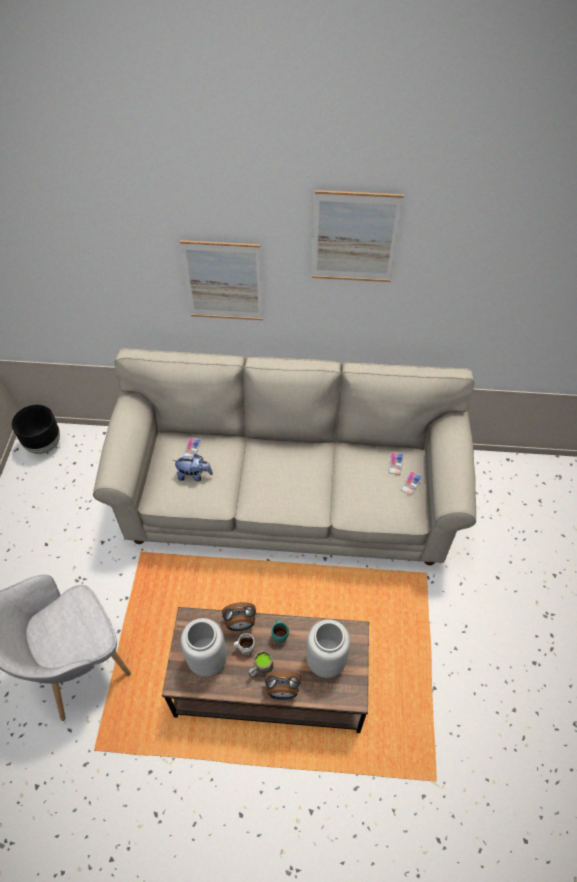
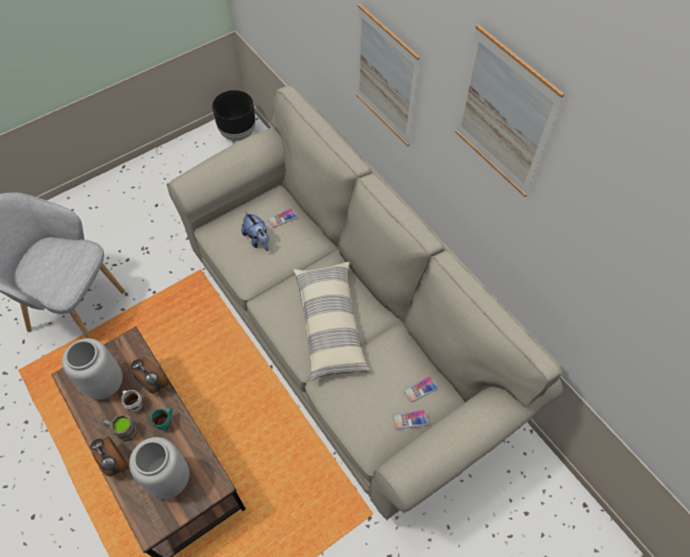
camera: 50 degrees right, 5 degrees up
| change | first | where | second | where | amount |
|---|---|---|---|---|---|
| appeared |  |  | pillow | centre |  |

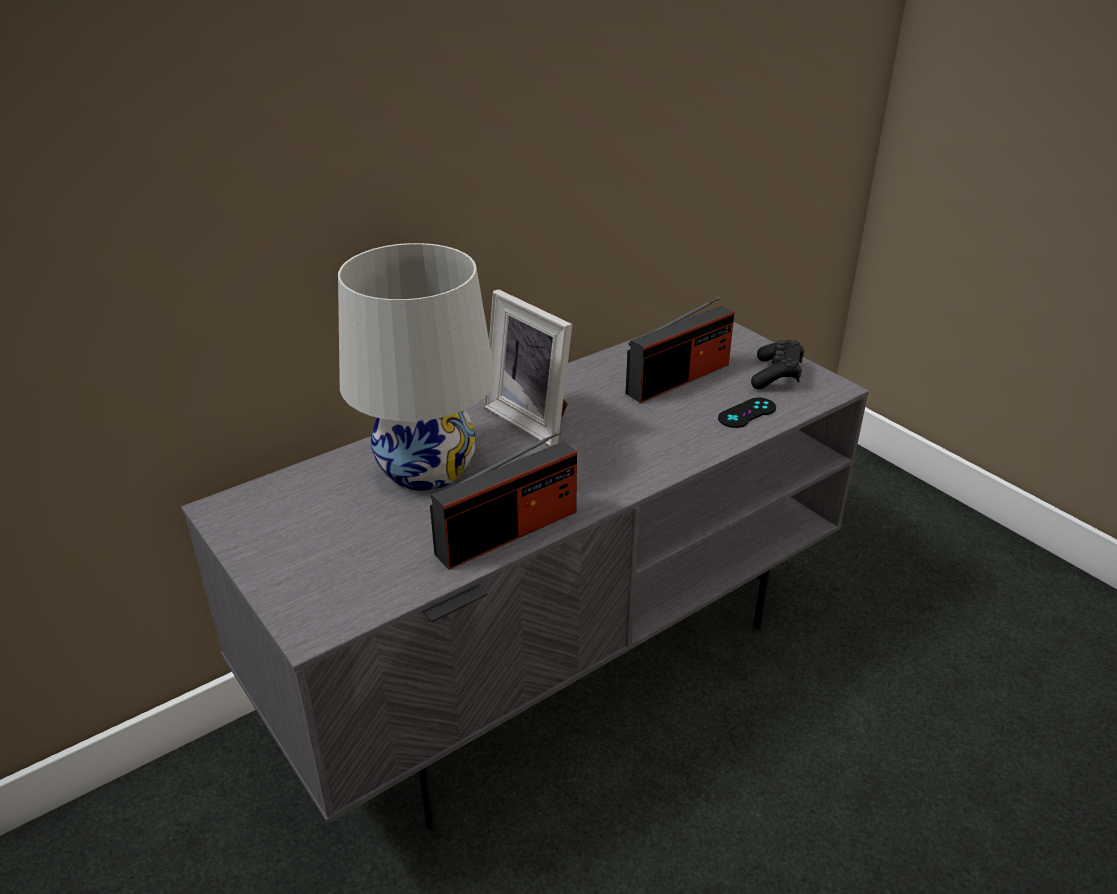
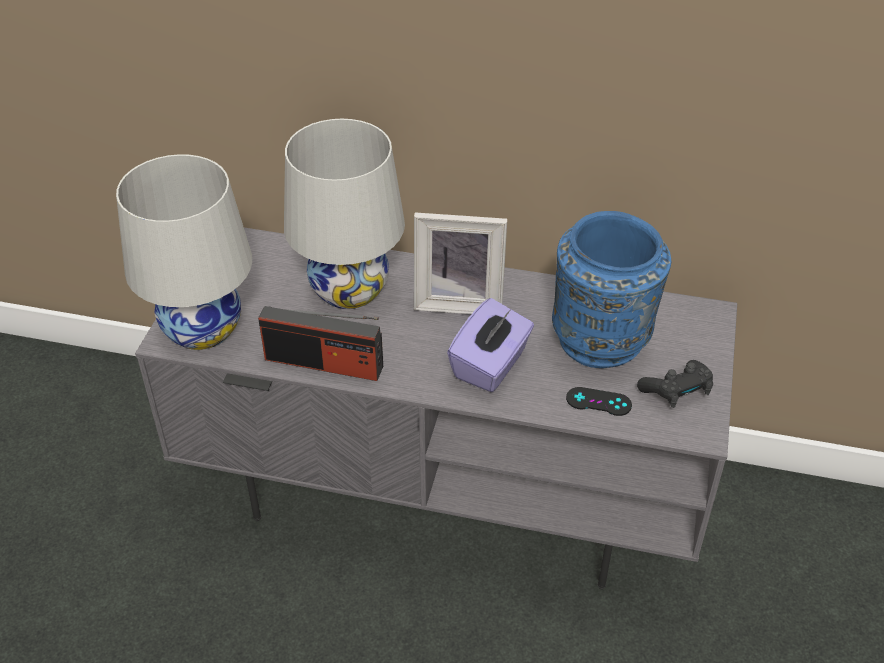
camera: 50 degrees right, 10 degrees up
| change | first | where | second | where | amount |
|---|---|---|---|---|---|
| spun | picture frame | centre |  | centre | 90 degrees counterclockwise |
| exchanged | radio (no. 2 from left) | centre | vase (blue) | middle right |  |
| appeared |  |  | table lamp (white) (no. 1 from left) | middle left |  |
| appeared |  |  | tissue box (purple) | centre |  |

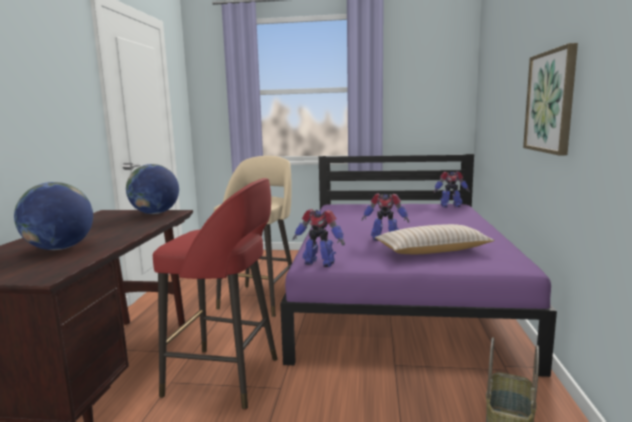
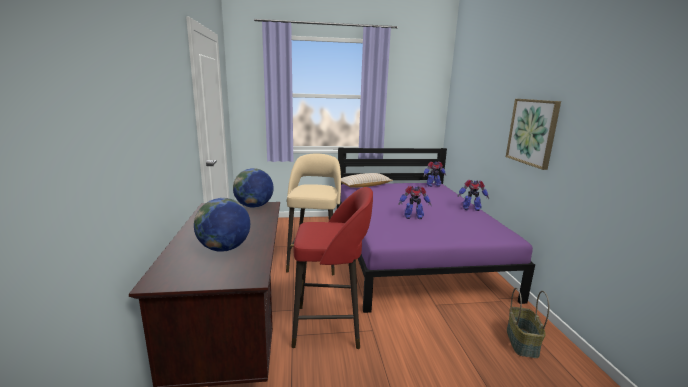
camera: 15 degrees left, 5 degrees up
| change | first | where | second | where | amount |
|---|---|---|---|---|---|
| relocated | toy robot (no. 1 from left in the first image) | centre | toy robot (no. 3 from left) | middle right |  |
| relocated | pillow (beige) | middle right |  | centre |  |

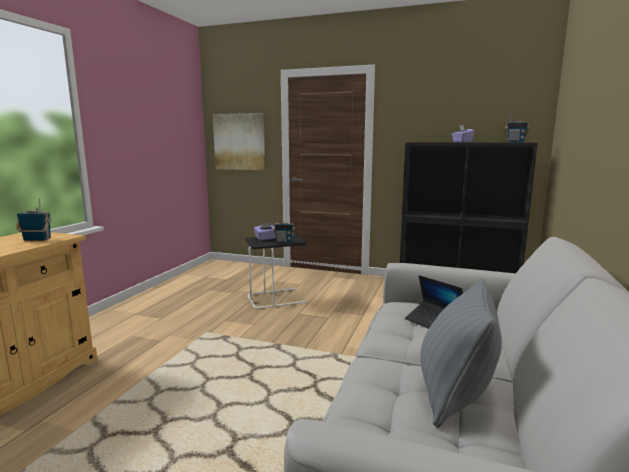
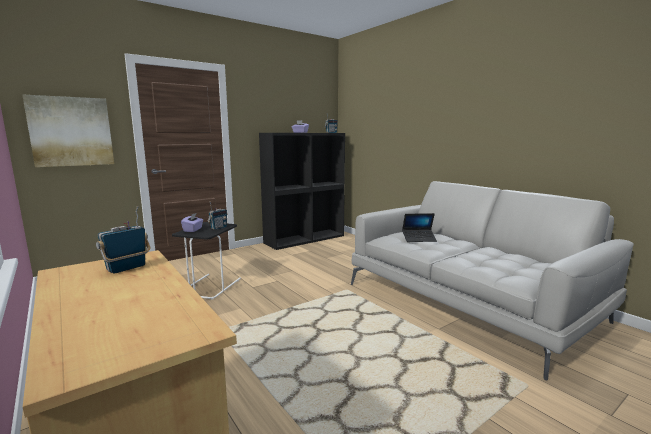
camera: 55 degrees left, 0 degrees up
| change | first | where | second | where | amount |
|---|---|---|---|---|---|
| missing | pillow (grey) | bottom right |  |  |  |

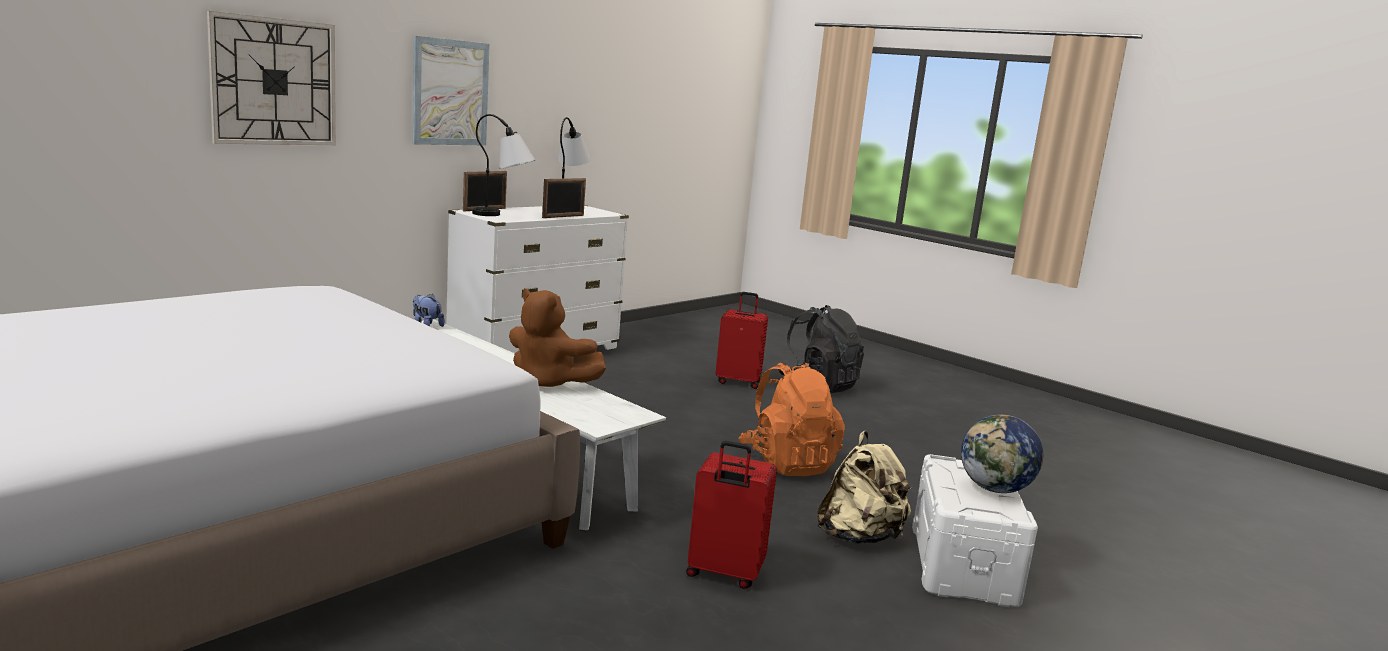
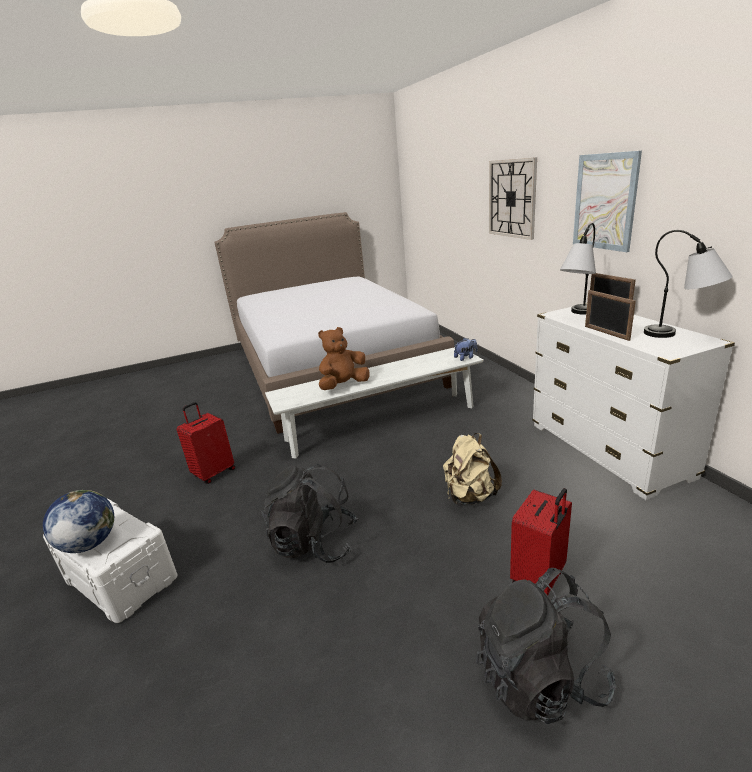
camera: 120 degrees right, 10 degrees up
| change | first | where | second | where | amount |
|---|---|---|---|---|---|
| colour | backpack (orange) | centre | backpack (black) (no. 1 from left) | centre |  |
| relocated | backpack (beige) | bottom centre |  | centre |  |

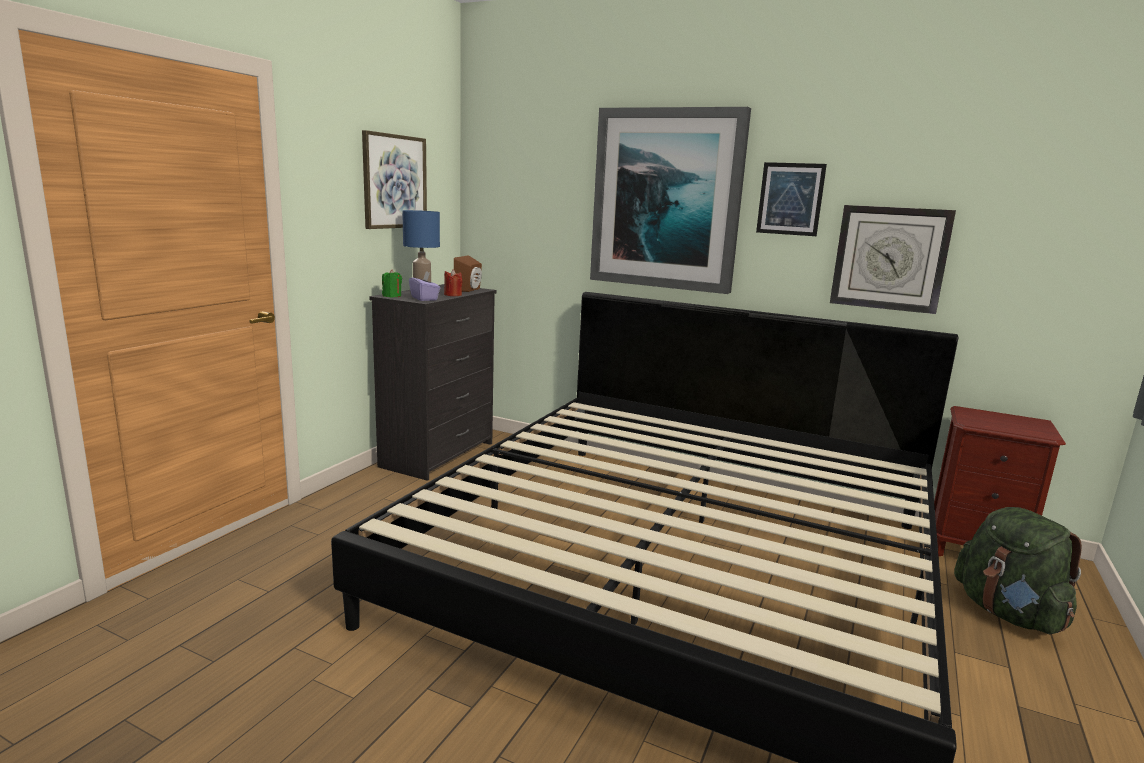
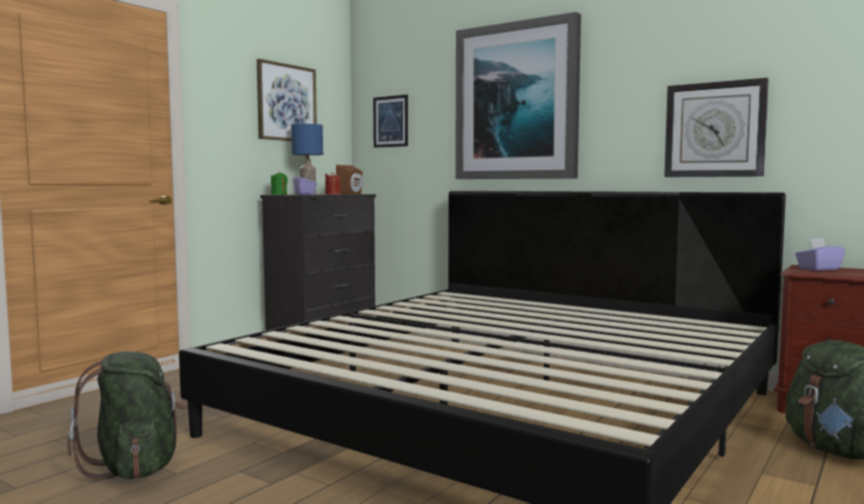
camera: 10 degrees right, 10 degrees down
| change | first | where | second | where | amount |
|---|---|---|---|---|---|
| relocated | picture (no. 3 from left in the first image) | top right | picture (no. 2 from left) | top centre |  |
| appeared |  |  | backpack (green) (no. 1 from left) | bottom left |  |
| appeared |  |  | tissue box (purple) (no. 2 from left) | middle right |  |

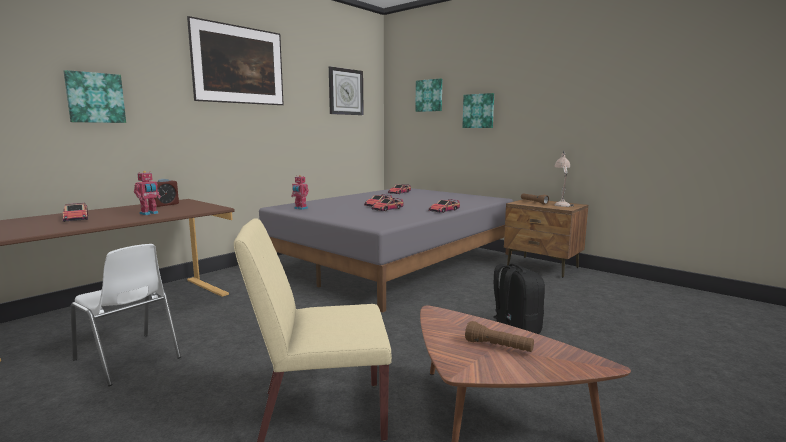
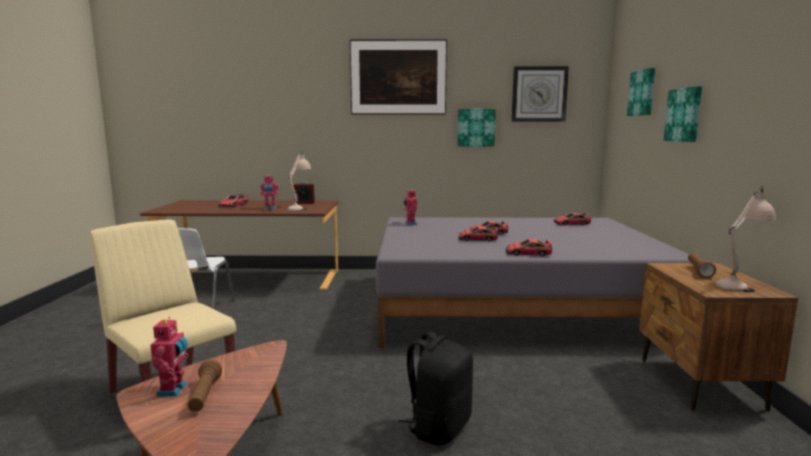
camera: 50 degrees right, 0 degrees up
| change | first | where | second | where | amount |
|---|---|---|---|---|---|
| relocated | picture (no. 1 from left in the first image) | top left | picture (no. 2 from left) | top centre |  |
| appeared |  |  | toy robot (no. 1 from left) | bottom left |  |
| appeared |  |  | table lamp (beige) (no. 1 from left) | centre |  |

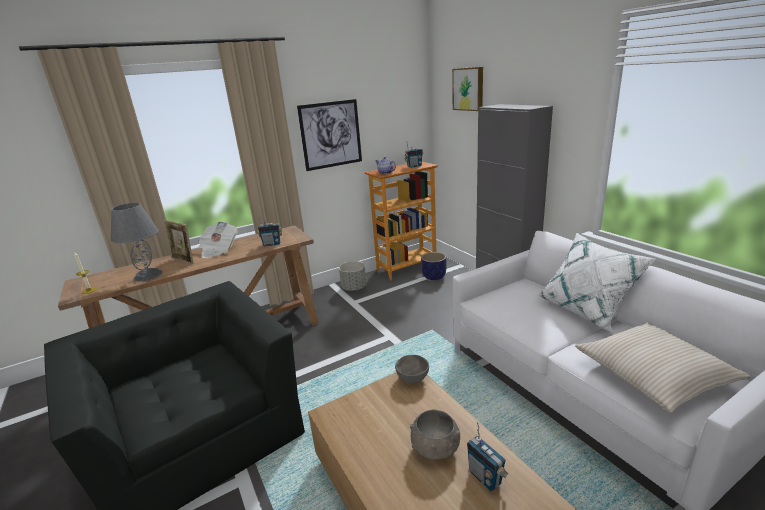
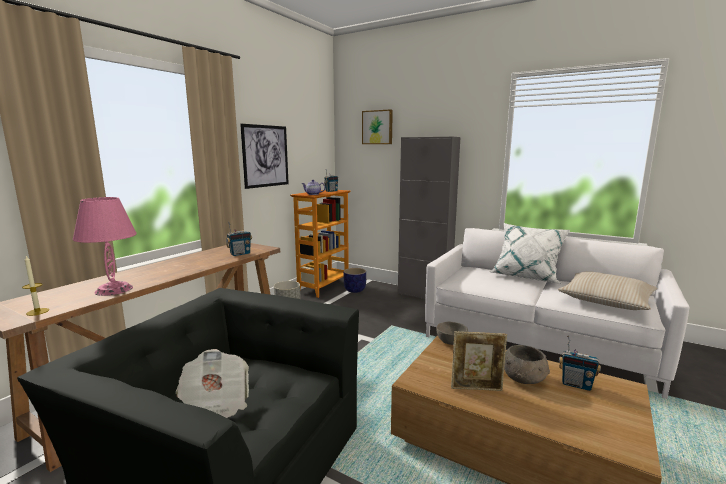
camera: 30 degrees left, 10 degrees down
| change | first | where | second | where | amount |
|---|---|---|---|---|---|
| colour | table lamp (grey) | middle left | table lamp (pink) | middle left |  |
| relocated | picture frame | middle left |  | bottom centre |  |
| relocated | newspaper | middle left |  | bottom left |  |

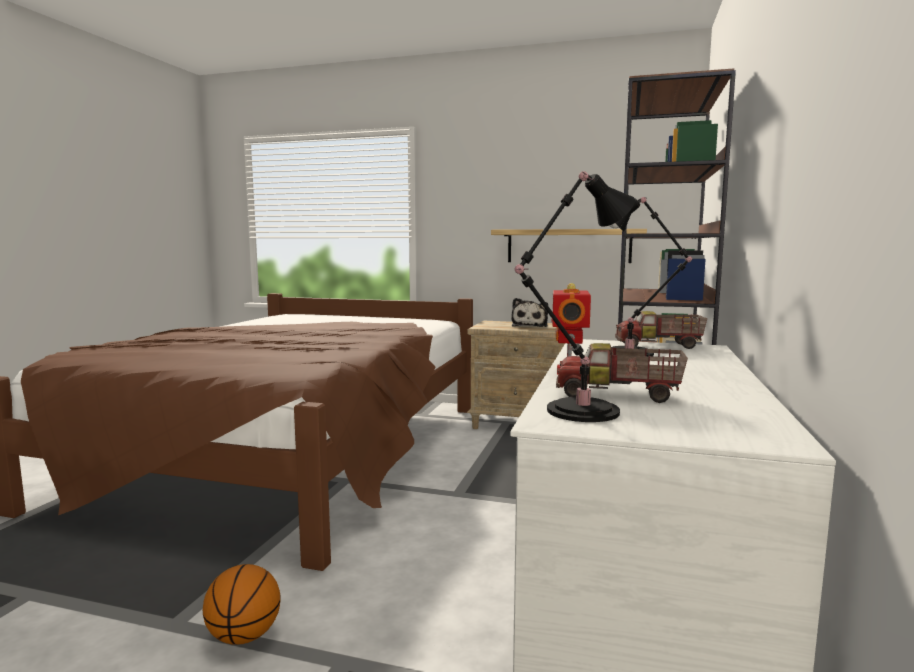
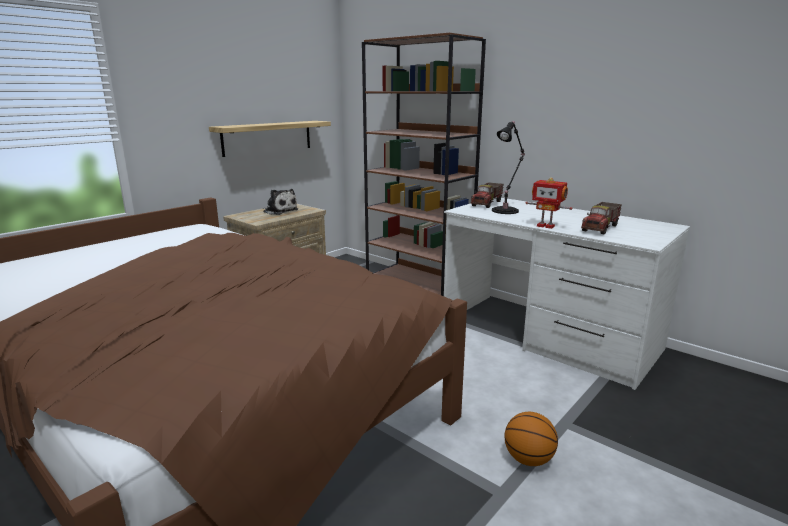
camera: 65 degrees left, 10 degrees up
| change | first | where | second | where | amount |
|---|---|---|---|---|---|
| missing | table lamp (black) (no. 1 from left) | centre |  |  |  |

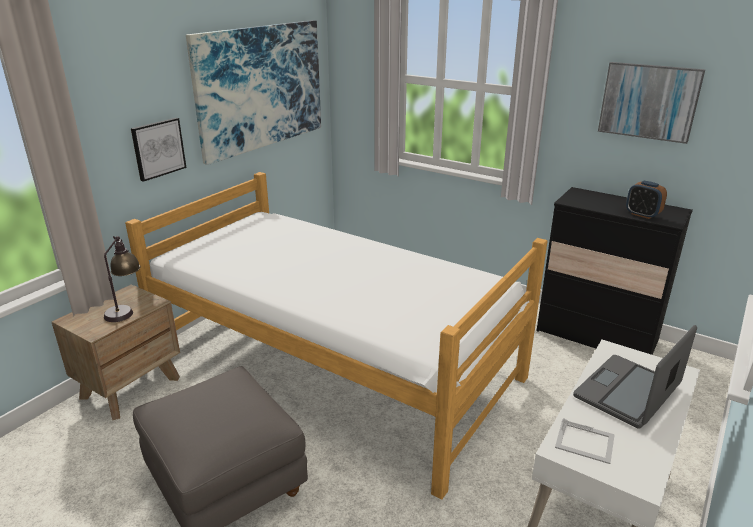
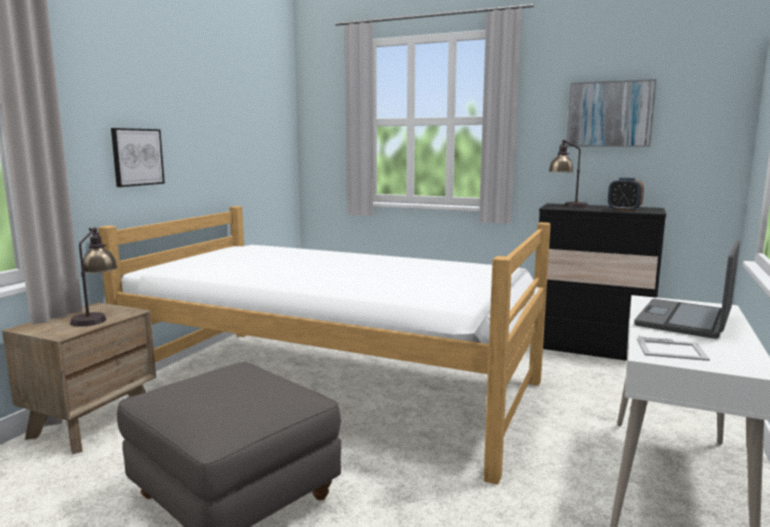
camera: 10 degrees left, 15 degrees down
| change | first | where | second | where | amount |
|---|---|---|---|---|---|
| missing | picture (no. 2 from left) | top centre |  |  |  |
| appeared |  |  | table lamp (no. 2 from left) | top right |  |

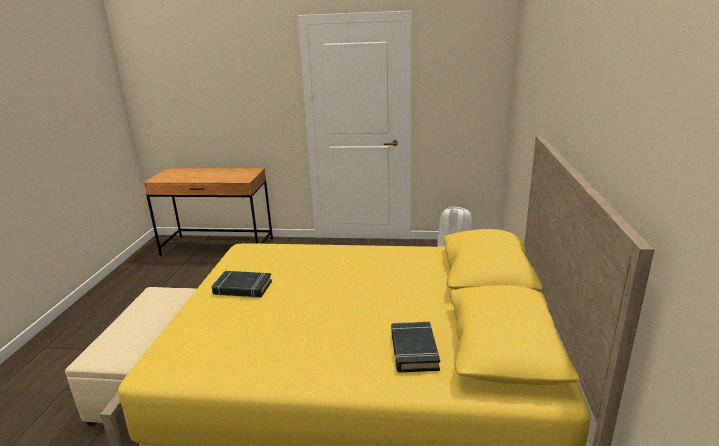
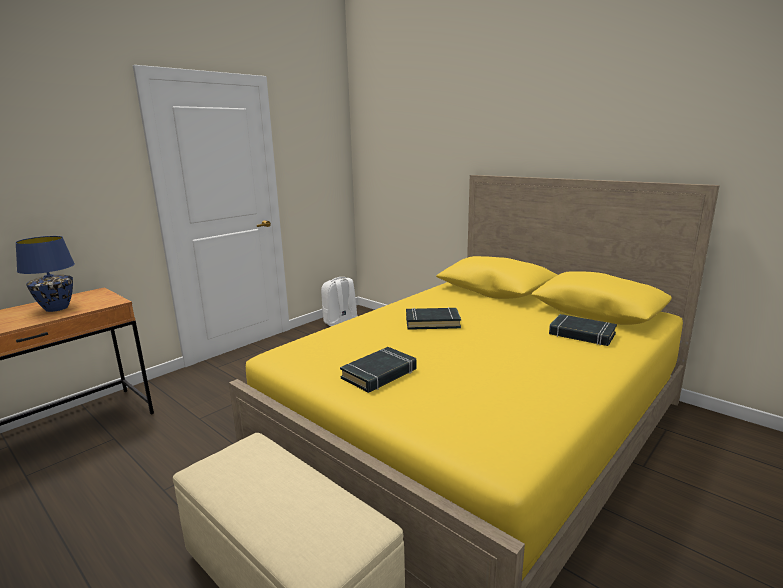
camera: 55 degrees left, 5 degrees down
| change | first | where | second | where | amount |
|---|---|---|---|---|---|
| appeared |  |  | table lamp (blue) | middle left |  |
| appeared |  |  | book (black) (no. 2 from left) | centre |  |

